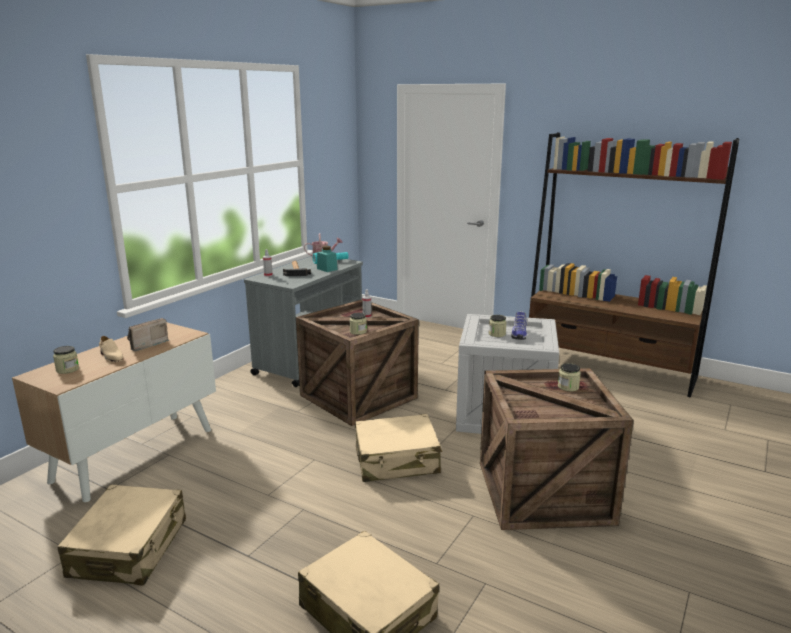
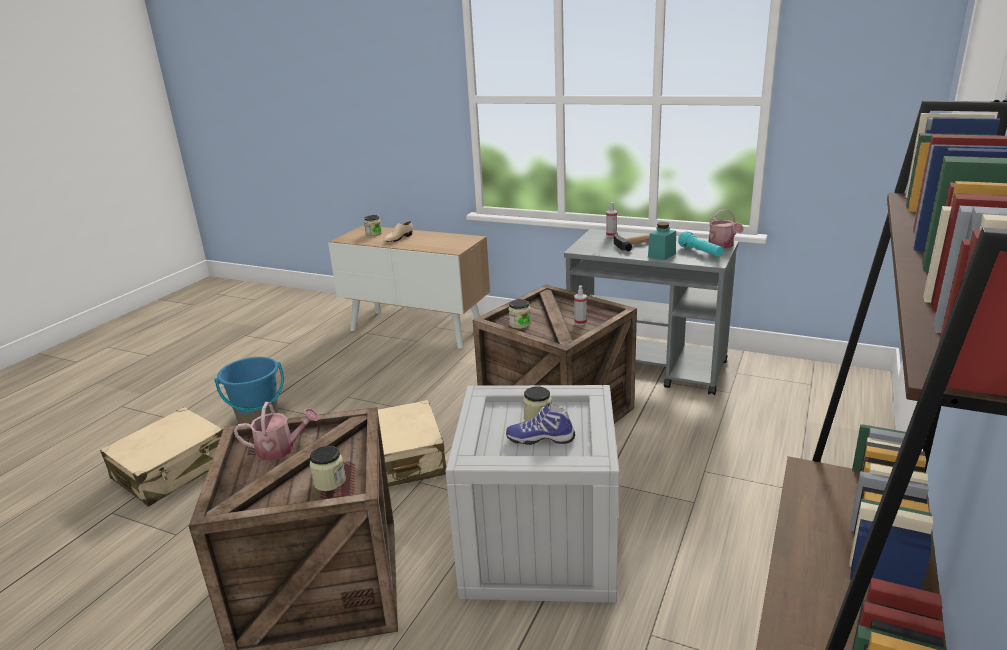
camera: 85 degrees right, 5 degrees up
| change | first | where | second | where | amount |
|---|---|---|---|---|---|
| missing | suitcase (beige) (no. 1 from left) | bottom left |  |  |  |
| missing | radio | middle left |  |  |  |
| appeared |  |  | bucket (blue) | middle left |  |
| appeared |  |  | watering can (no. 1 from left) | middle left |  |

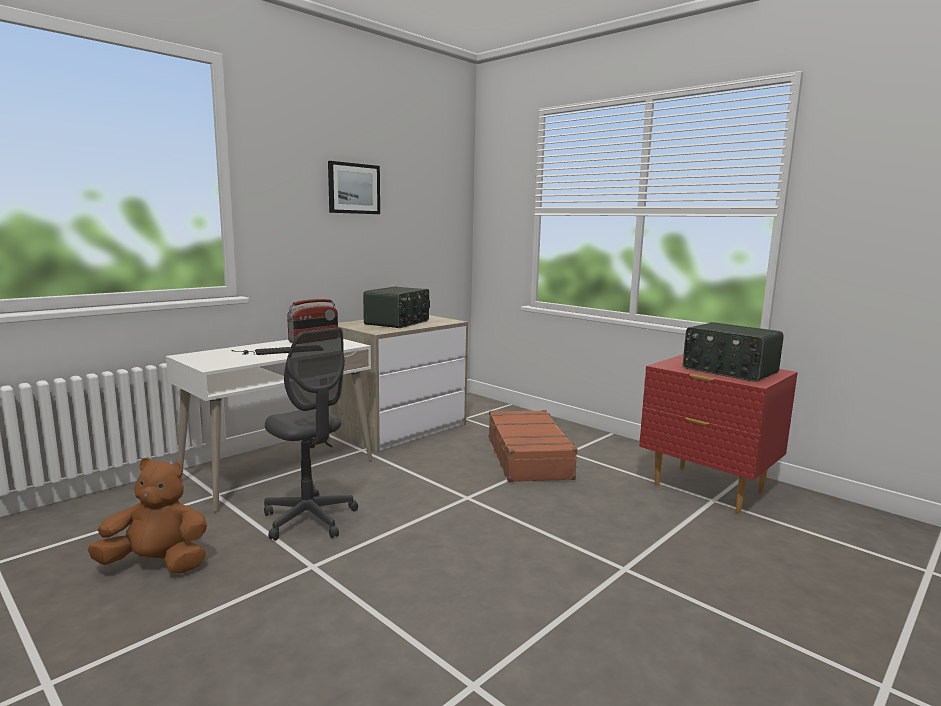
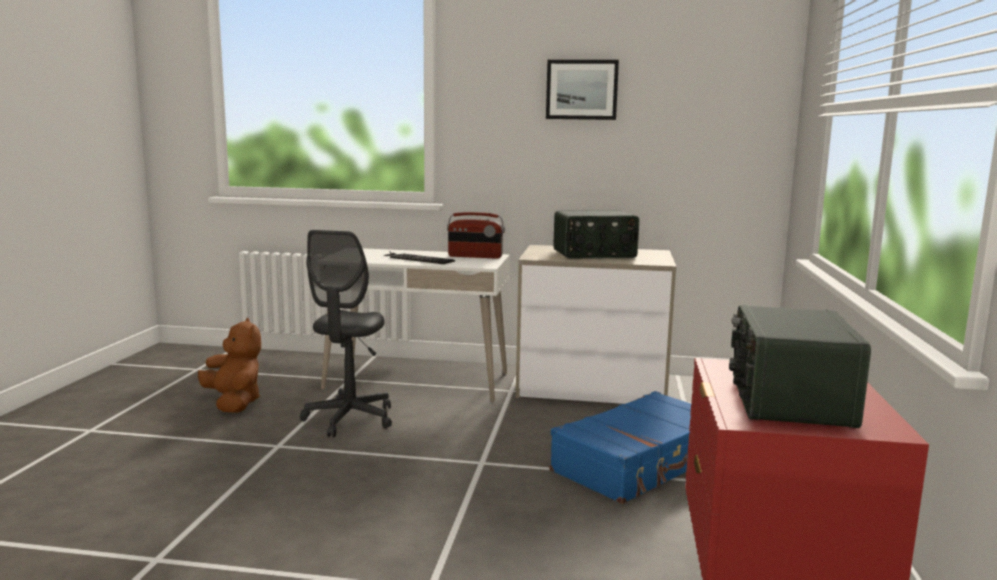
camera: 55 degrees right, 0 degrees up
| change | first | where | second | where | amount |
|---|---|---|---|---|---|
| colour | suitcase (brown) | centre | suitcase (blue) | bottom centre |  |

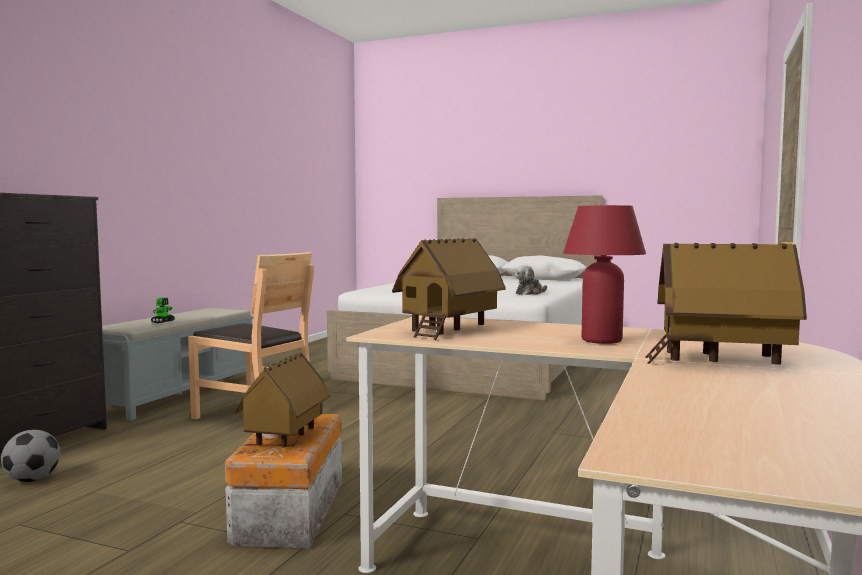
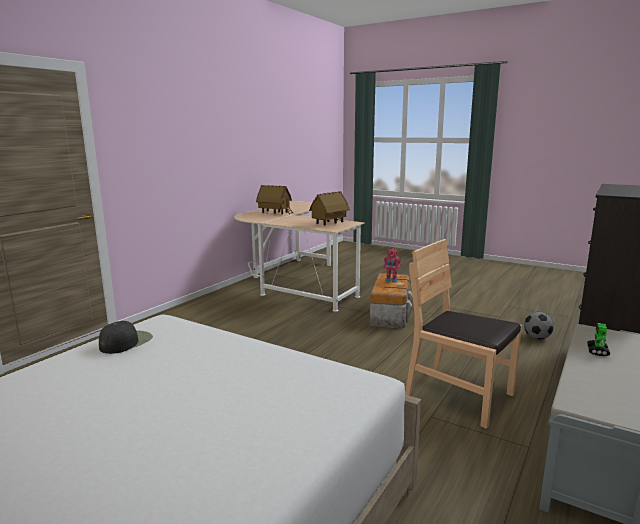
camera: 170 degrees left, 10 degrees up
| change | first | where | second | where | amount |
|---|---|---|---|---|---|
| exchanged | toy house (no. 1 from left) | bottom left | toy robot (no. 1 from left) | centre |  |
| exchanged | plush toy | centre | cap (black) | middle left |  |
| missing | table lamp (red) | middle right |  |  |  |

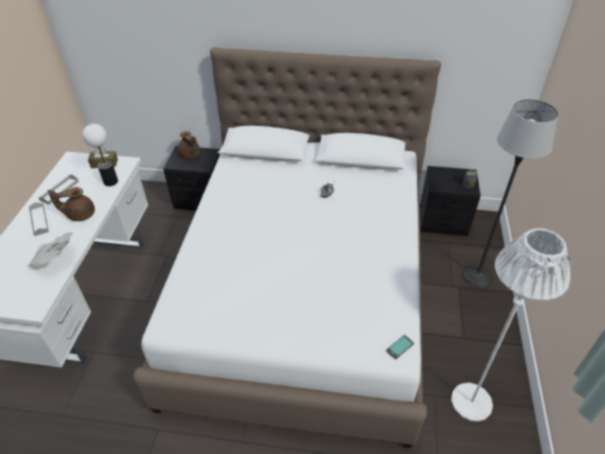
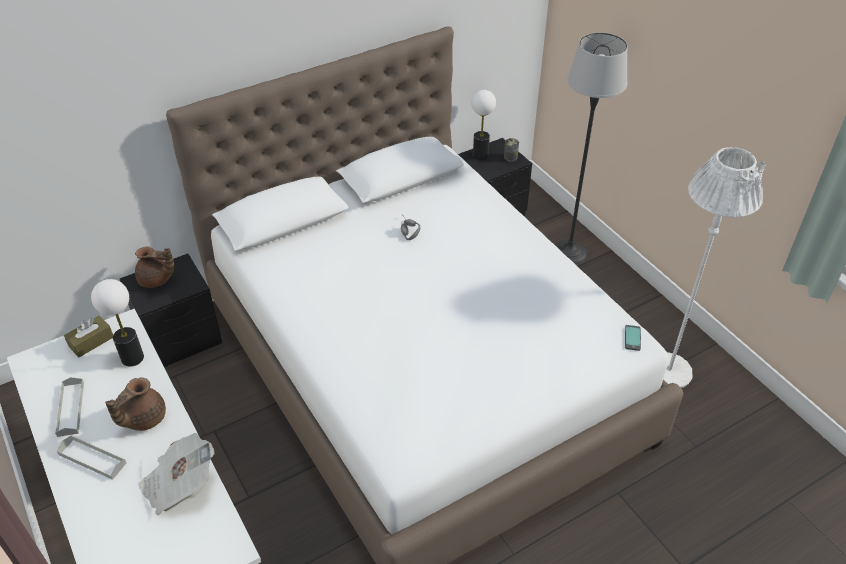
camera: 40 degrees left, 0 degrees up
| change | first | where | second | where | amount |
|---|---|---|---|---|---|
| appeared |  |  | table lamp (no. 2 from left) | top centre |  |

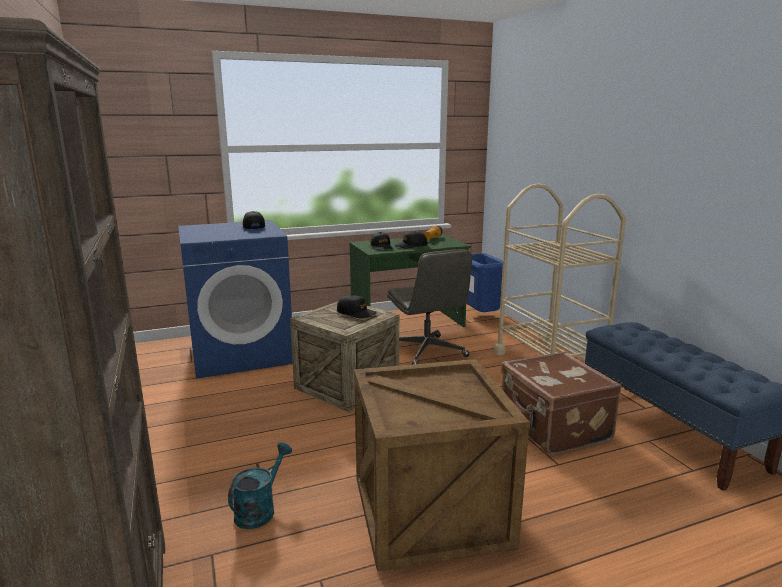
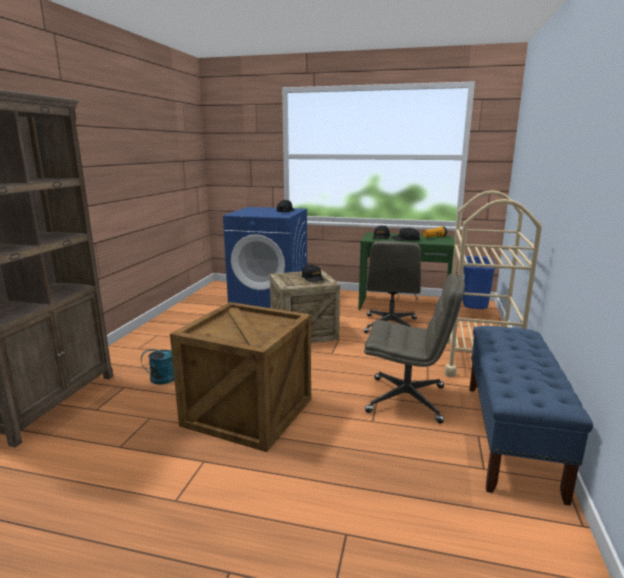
camera: 35 degrees right, 0 degrees up
| change | first | where | second | where | amount |
|---|---|---|---|---|---|
| exchanged | suitcase (brown) | bottom right | office chair (grey) (no. 2 from left) | centre |  |

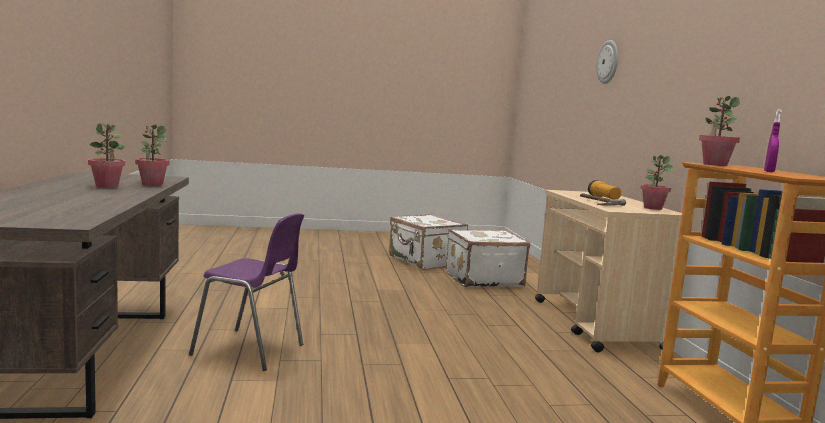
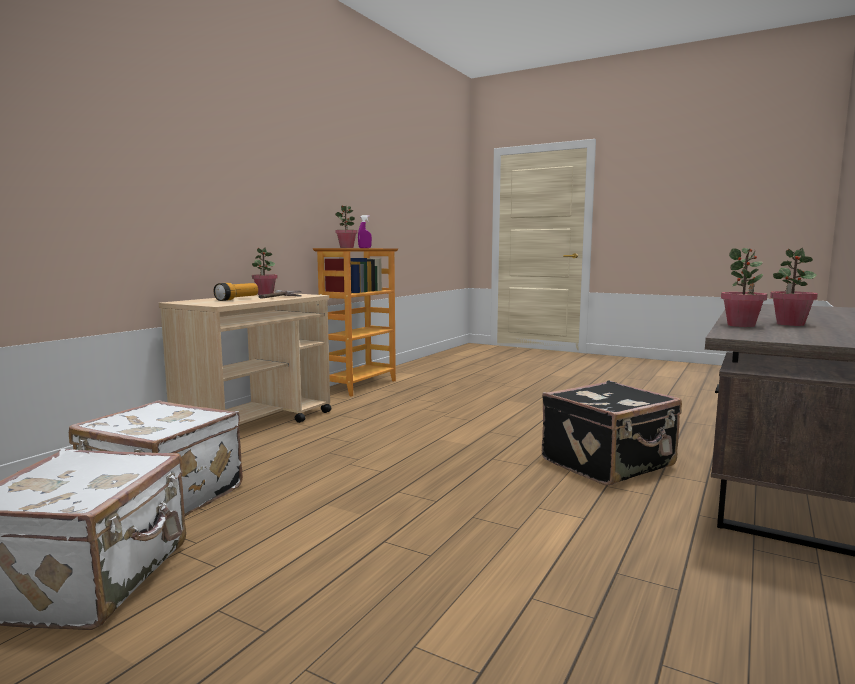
camera: 140 degrees left, 0 degrees up
| change | first | where | second | where | amount |
|---|---|---|---|---|---|
| exchanged | chair (purple) | bottom left | suitcase (black) | middle right |  |
| missing | wall clock | top right |  |  |  |

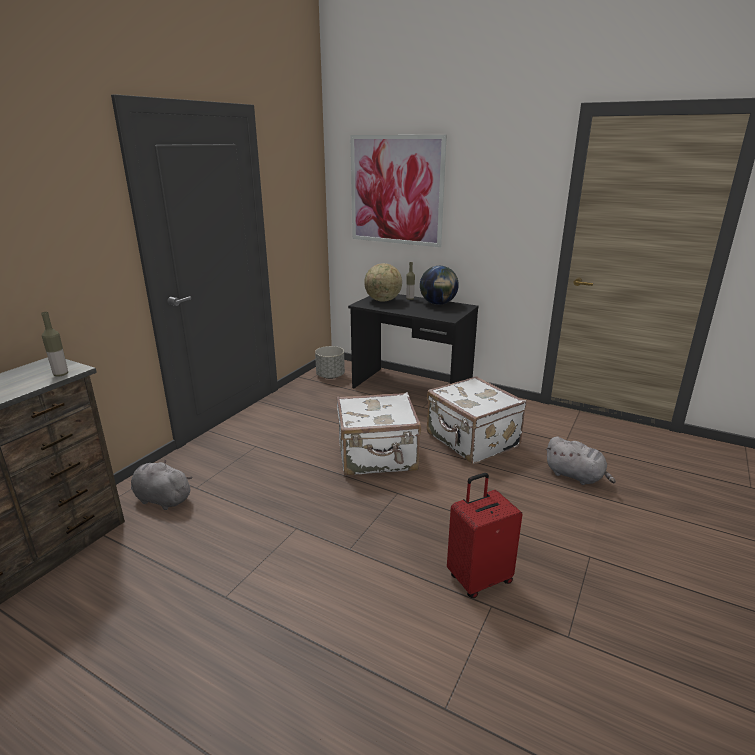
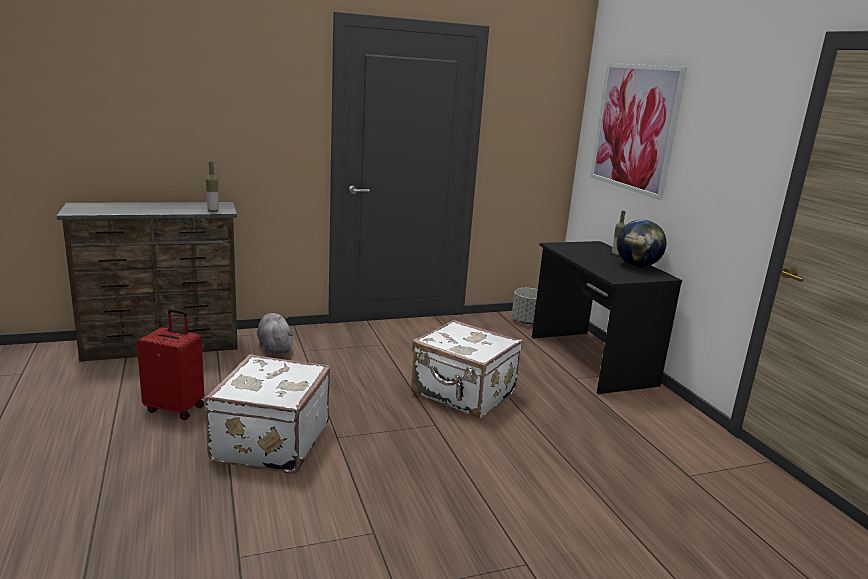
camera: 40 degrees right, 5 degrees down
| change | first | where | second | where | amount |
|---|---|---|---|---|---|
| missing | globe (no. 1 from left) | centre |  |  |  |
| relocated | suitcase (white) (no. 2 from left in the first image) | centre | suitcase (white) (no. 1 from left) | bottom left |  |
| relocated | suitcase (red) | bottom centre |  | middle left |  |
| missing | plush toy (grey) (no. 2 from left) | middle right |  |  |  |

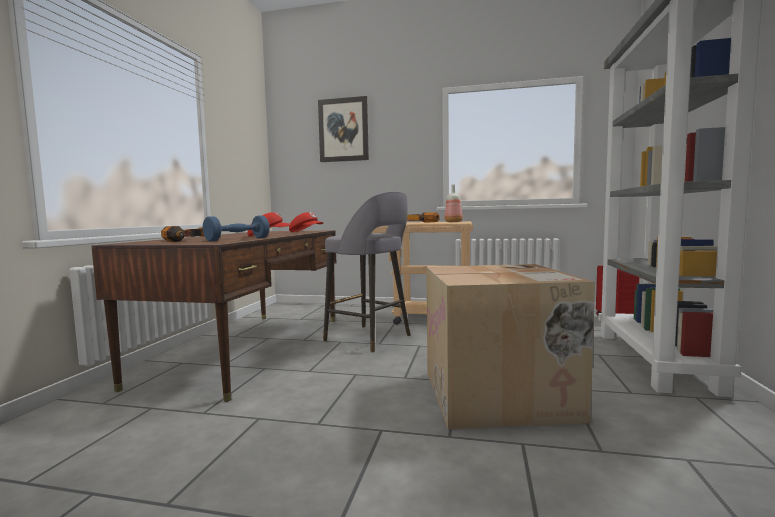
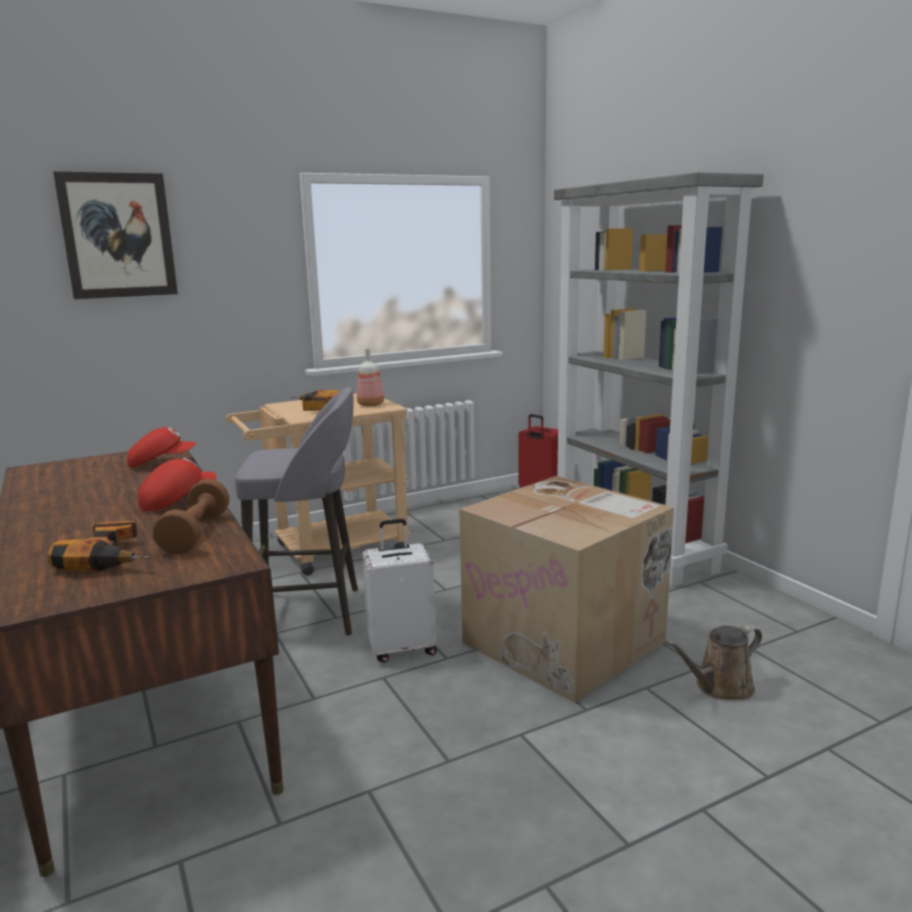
camera: 40 degrees left, 10 degrees up
| change | first | where | second | where | amount |
|---|---|---|---|---|---|
| colour | dumbbell (blue) | middle left | dumbbell (brown) | middle left |  |
| appeared |  |  | suitcase (white) | centre |  |
| appeared |  |  | watering can (brown) | bottom right |  |

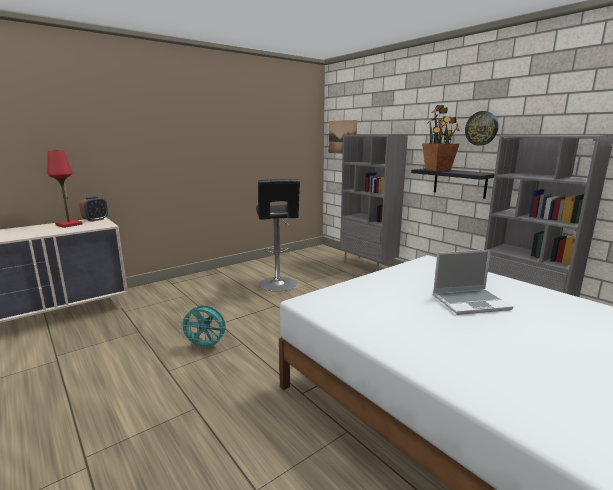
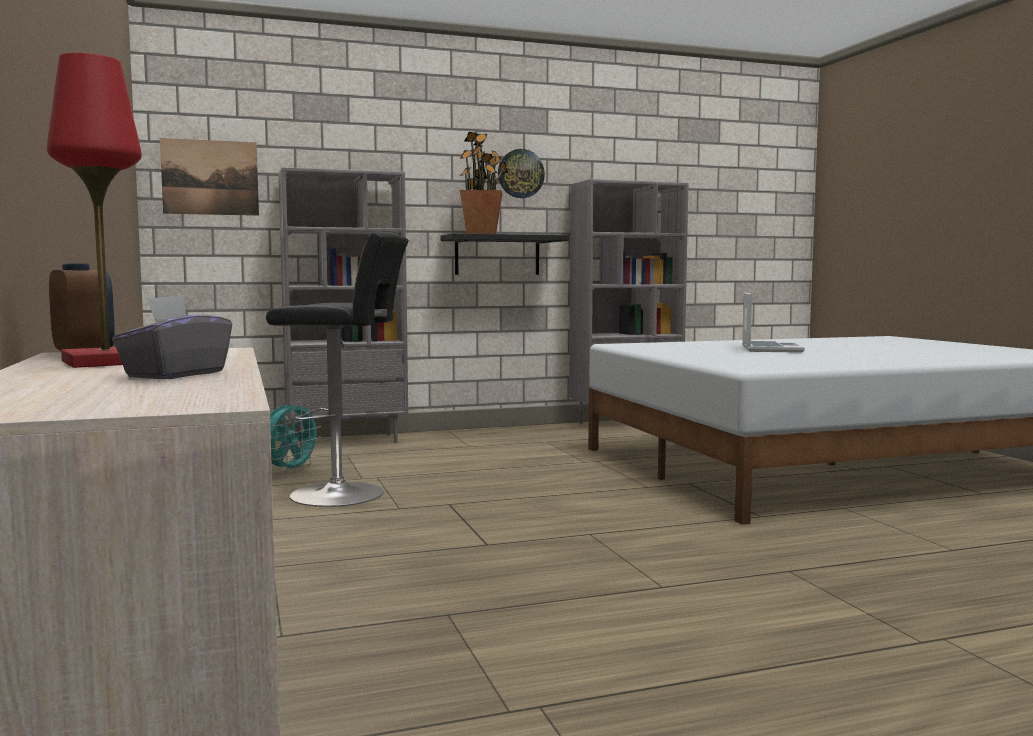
camera: 70 degrees left, 10 degrees down
| change | first | where | second | where | amount |
|---|---|---|---|---|---|
| relocated | fan (turquoise) | bottom left |  | middle left |  |
| appeared |  |  | tissue box (grey) | middle left |  |

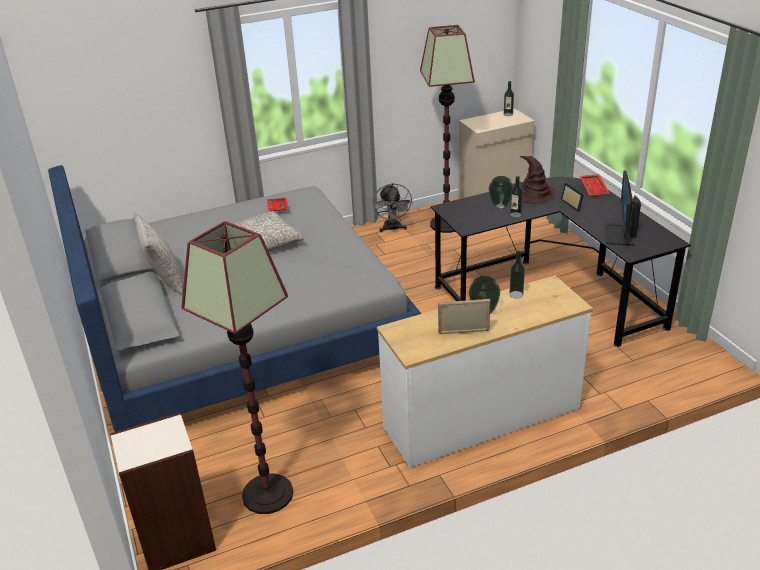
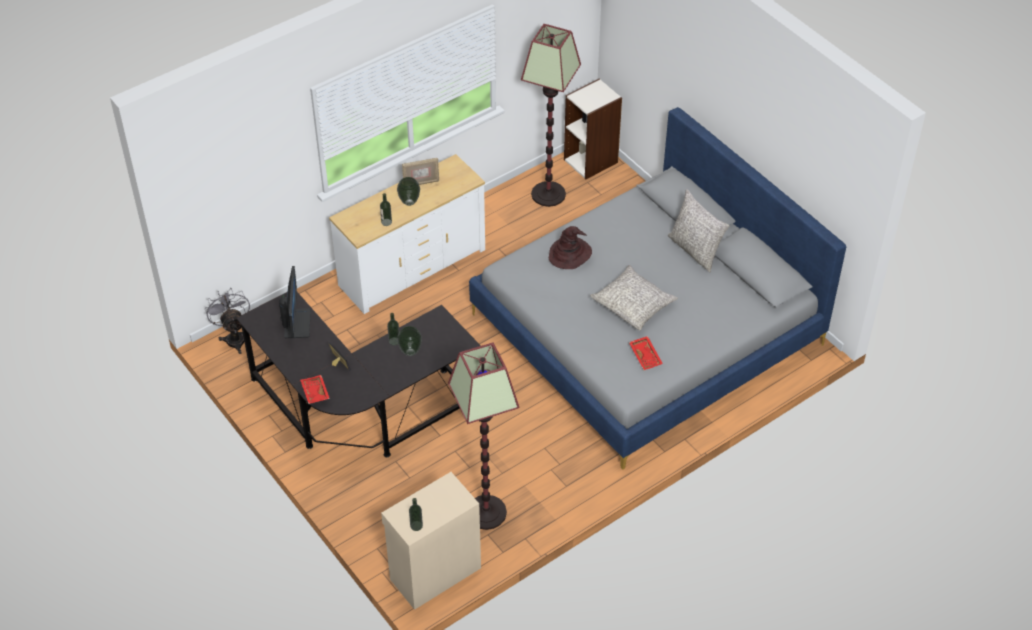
camera: 165 degrees right, 15 degrees up
| change | first | where | second | where | amount |
|---|---|---|---|---|---|
| relocated | fan (grey) | centre |  | middle left |  |
| relocated | hat (brown) | top right |  | centre |  |

